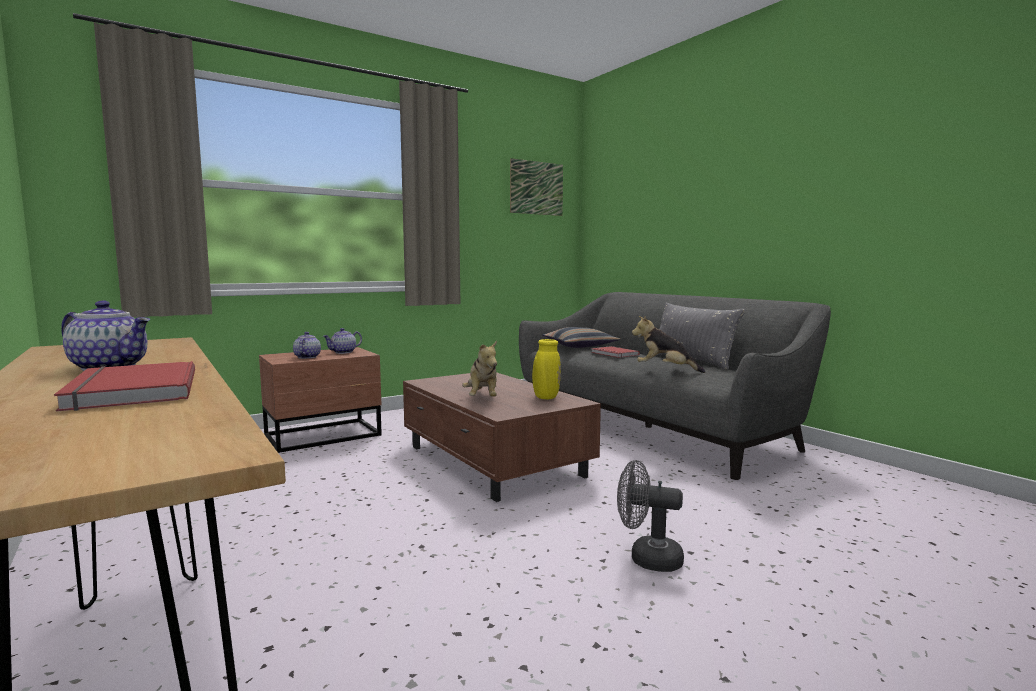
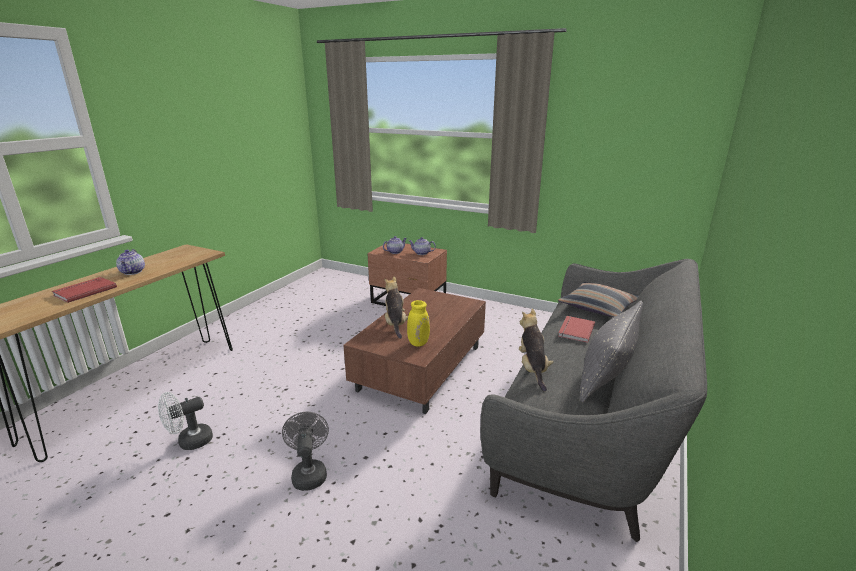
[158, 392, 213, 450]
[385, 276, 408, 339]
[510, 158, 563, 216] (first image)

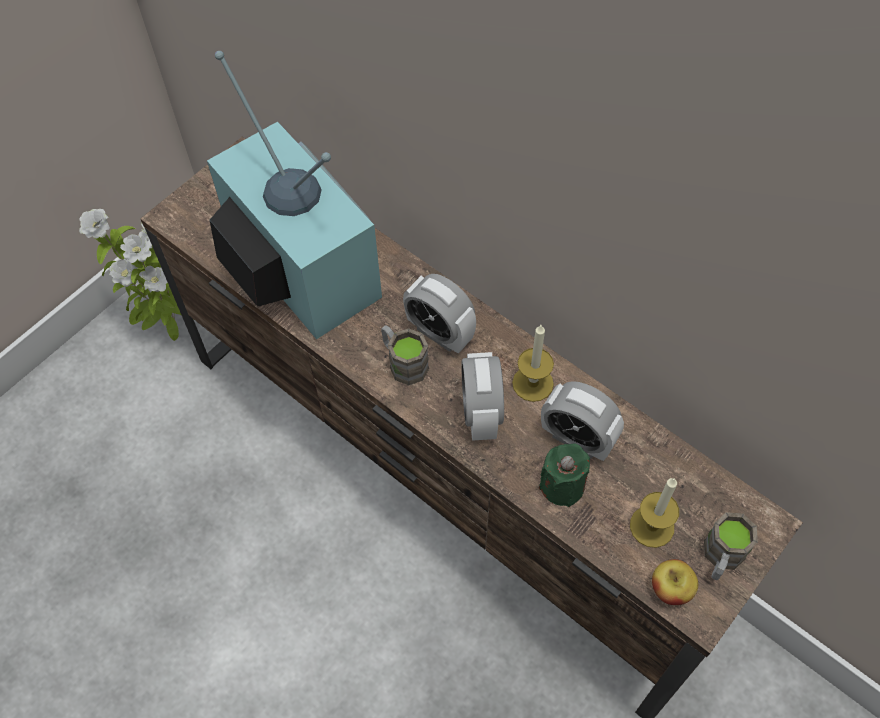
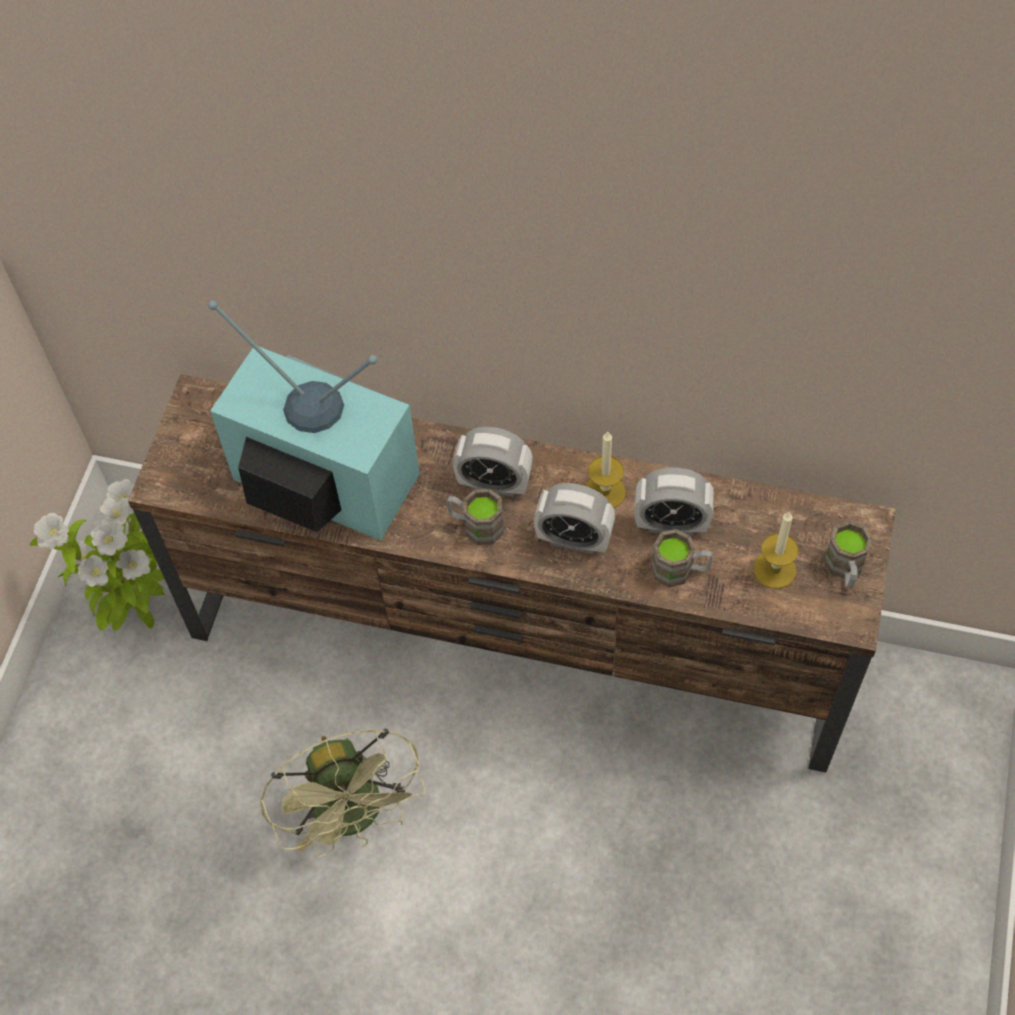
[260, 728, 426, 857]
[534, 483, 615, 554]
[651, 529, 714, 587]
[652, 559, 698, 605] (first image)

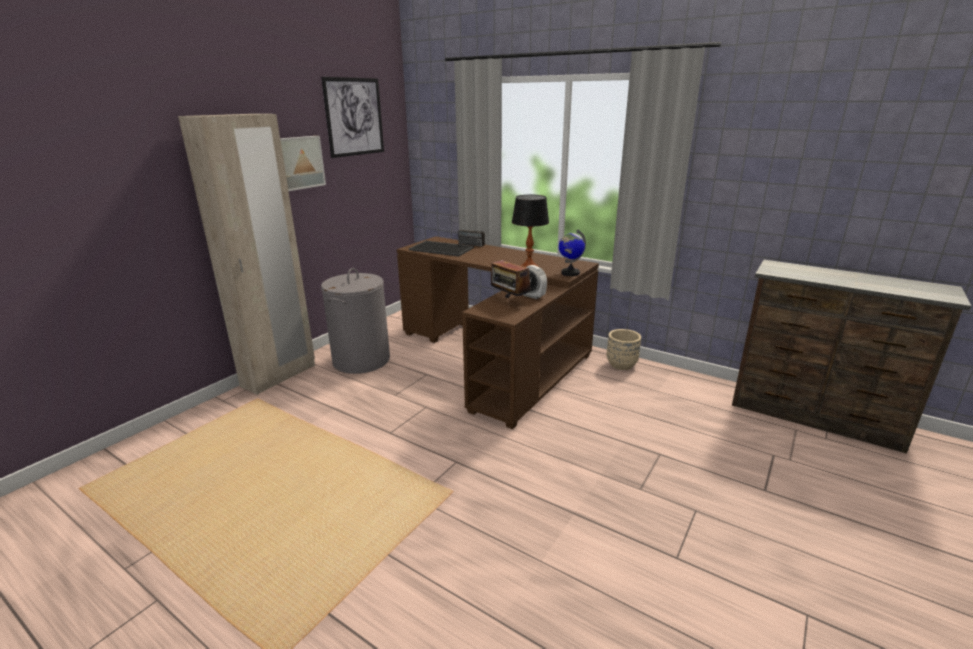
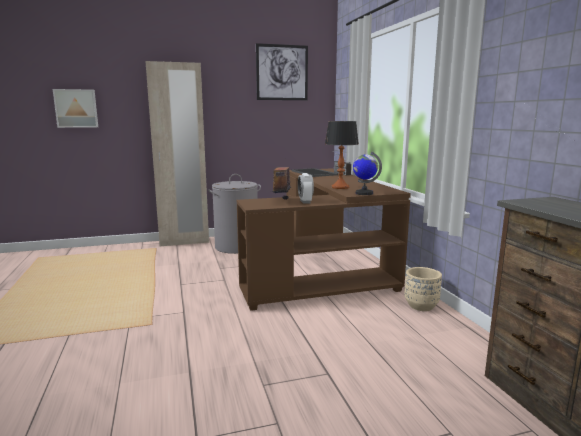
[53, 89, 98, 128]

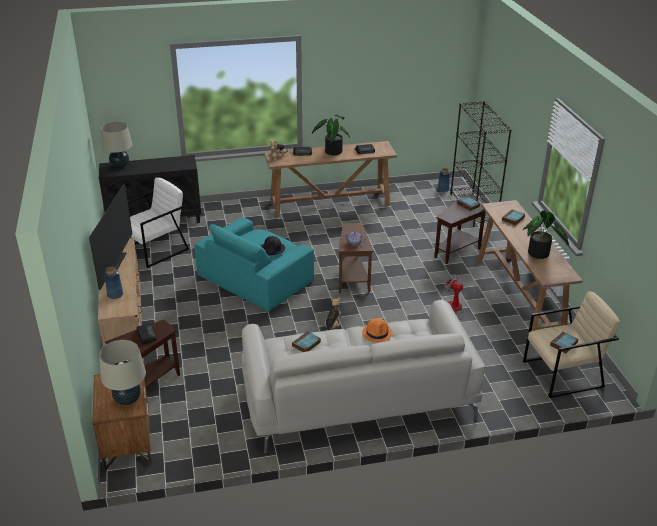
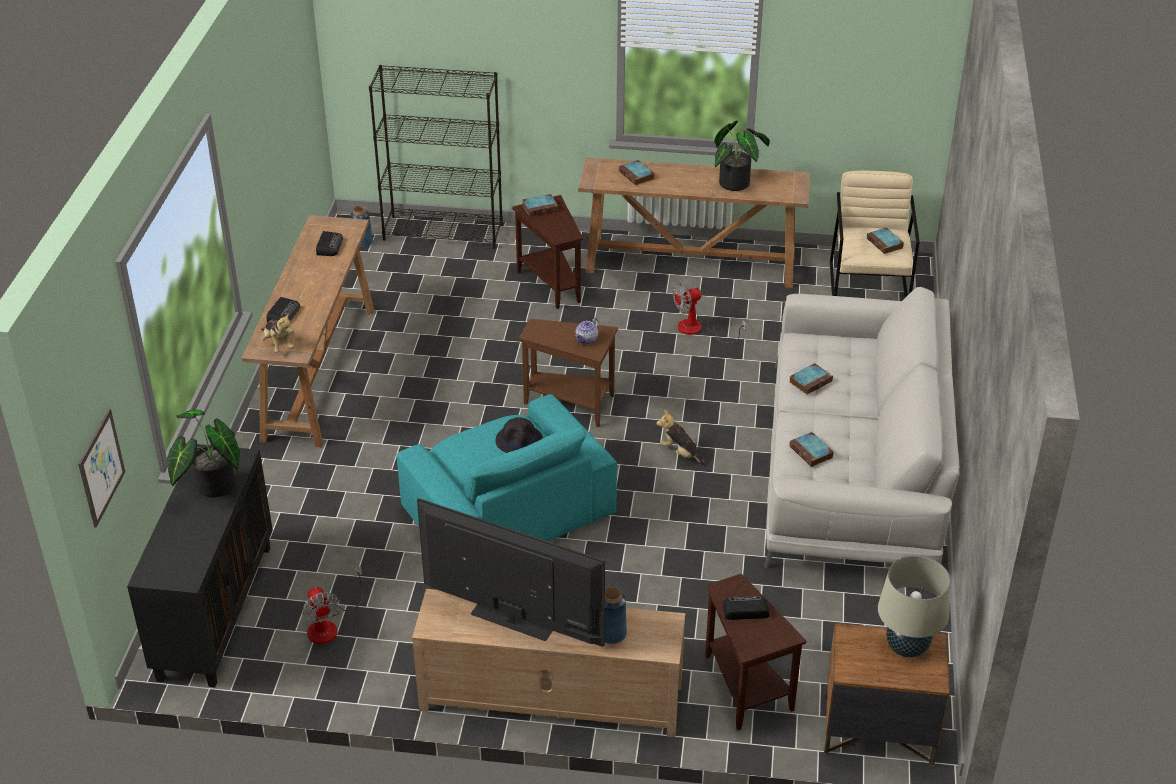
[78, 409, 125, 528]
[167, 410, 240, 497]
[302, 566, 362, 644]
[790, 363, 833, 395]
[101, 121, 132, 168] (first image)

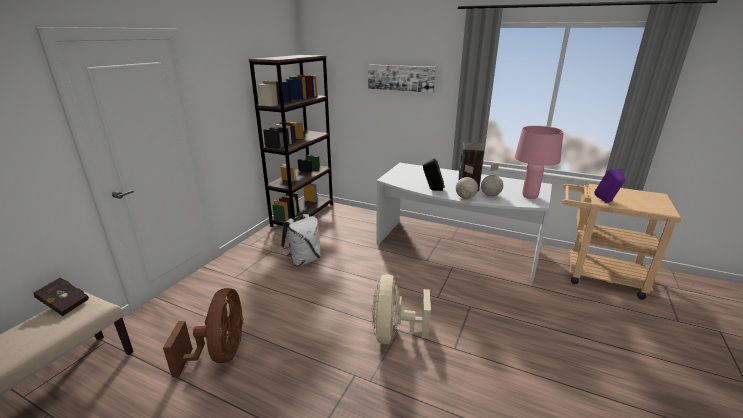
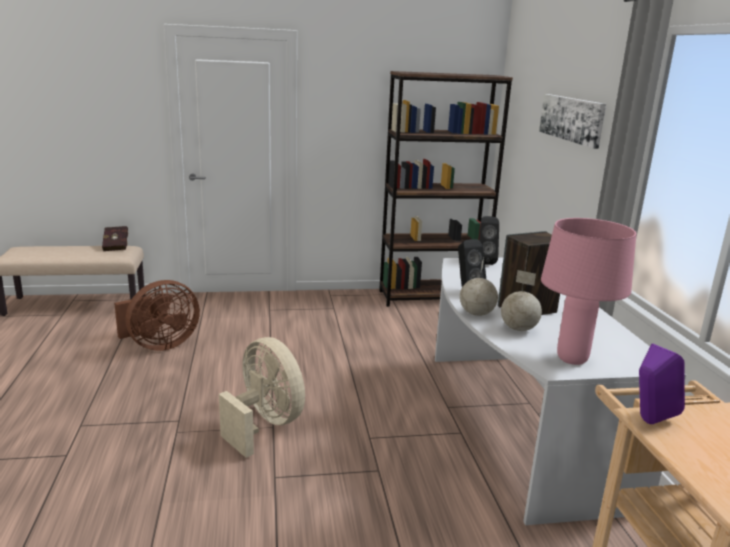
[219, 337, 305, 458]
[479, 216, 499, 265]
[281, 214, 321, 267] (first image)

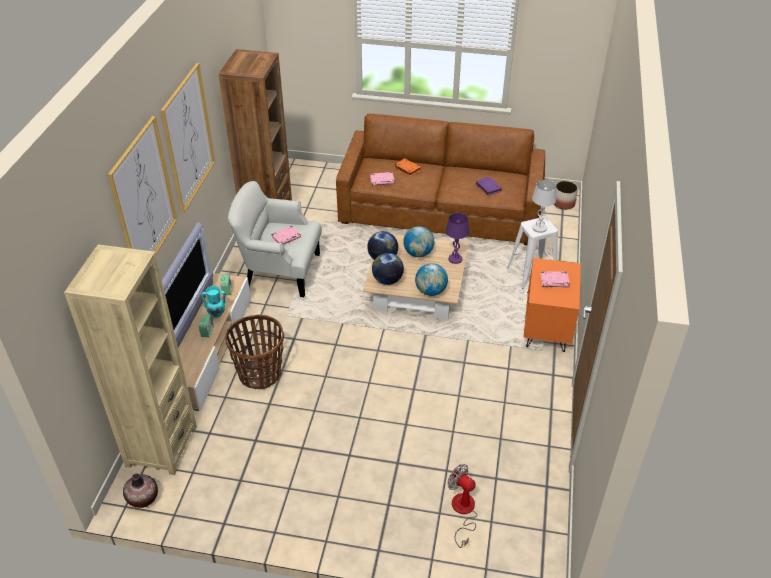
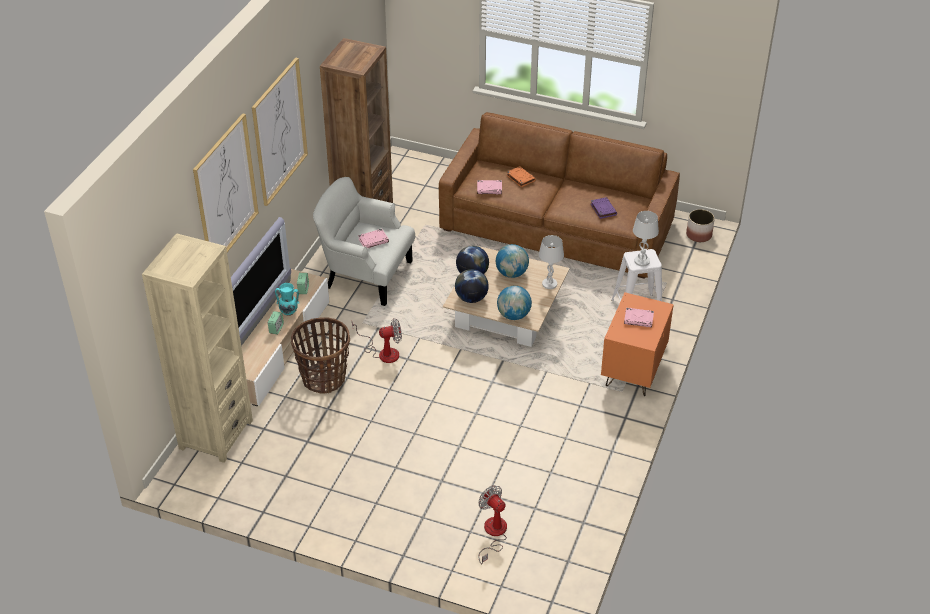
[352, 318, 402, 363]
[539, 235, 564, 289]
[123, 473, 158, 508] (first image)

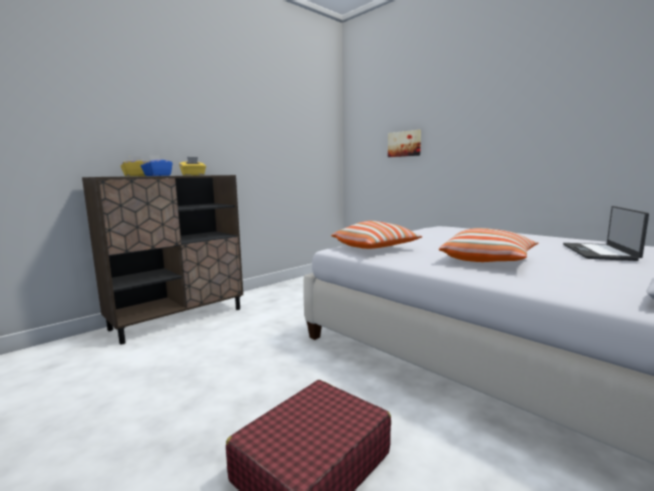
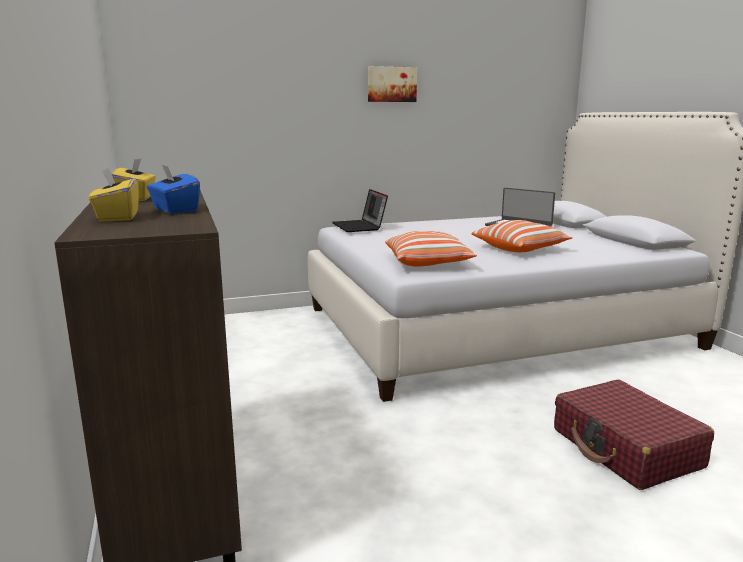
[332, 189, 388, 232]
[368, 66, 417, 102]

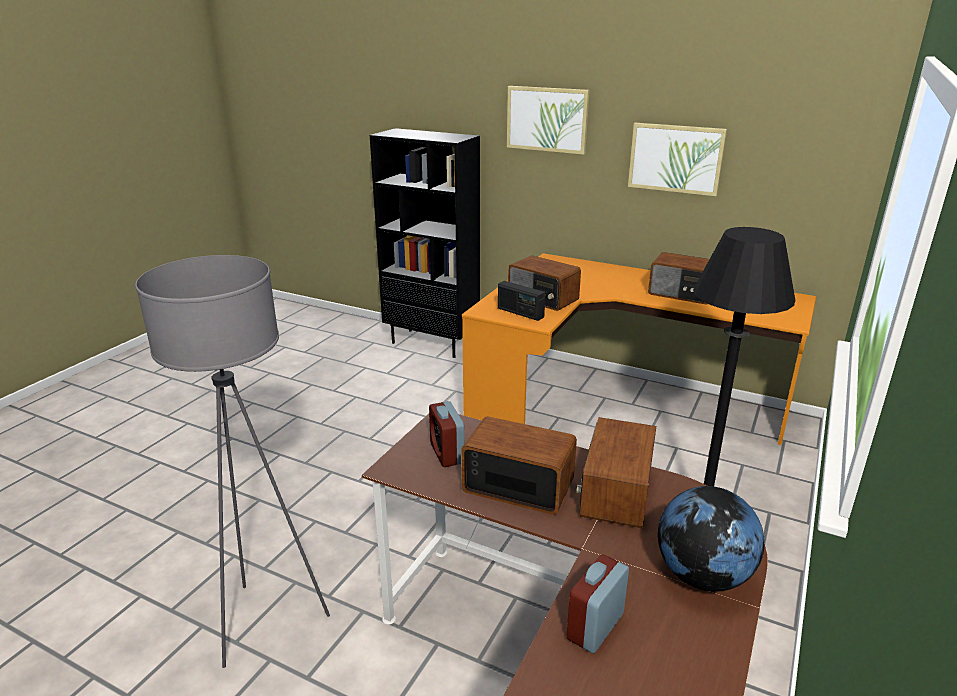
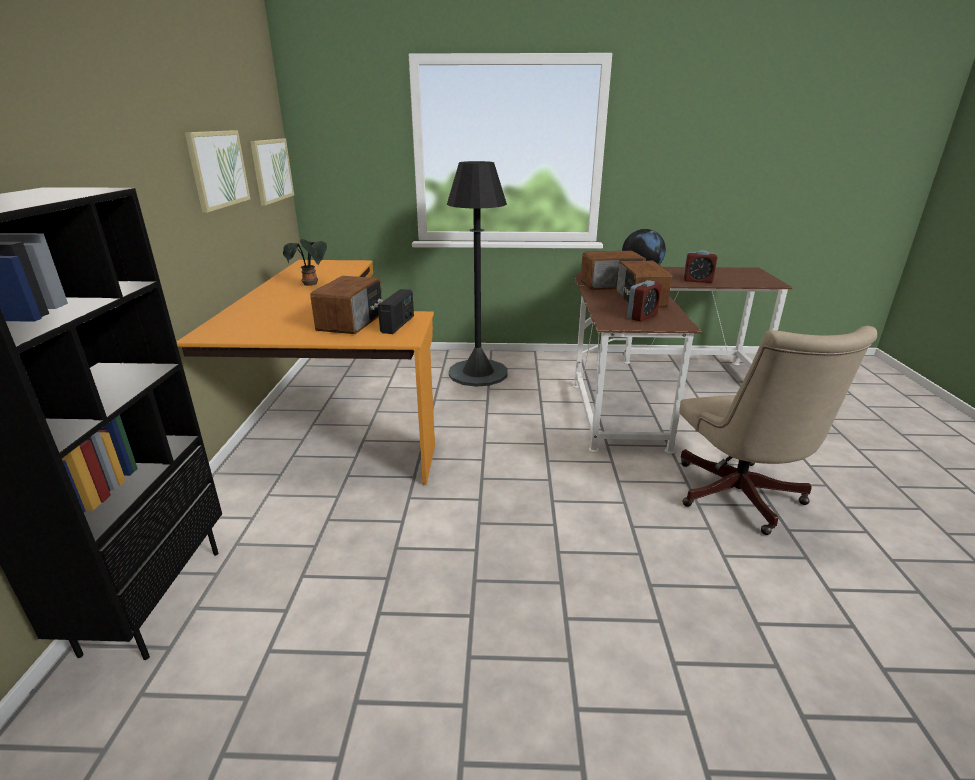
[250, 139, 294, 206]
[283, 239, 327, 286]
[679, 326, 877, 535]

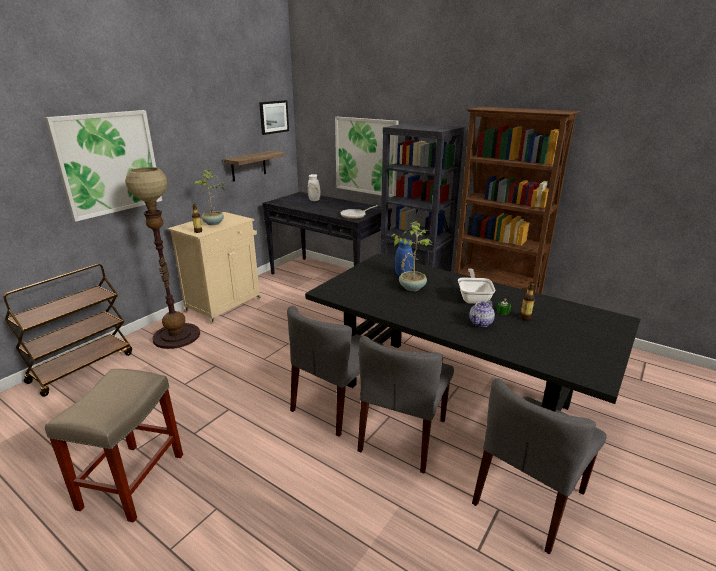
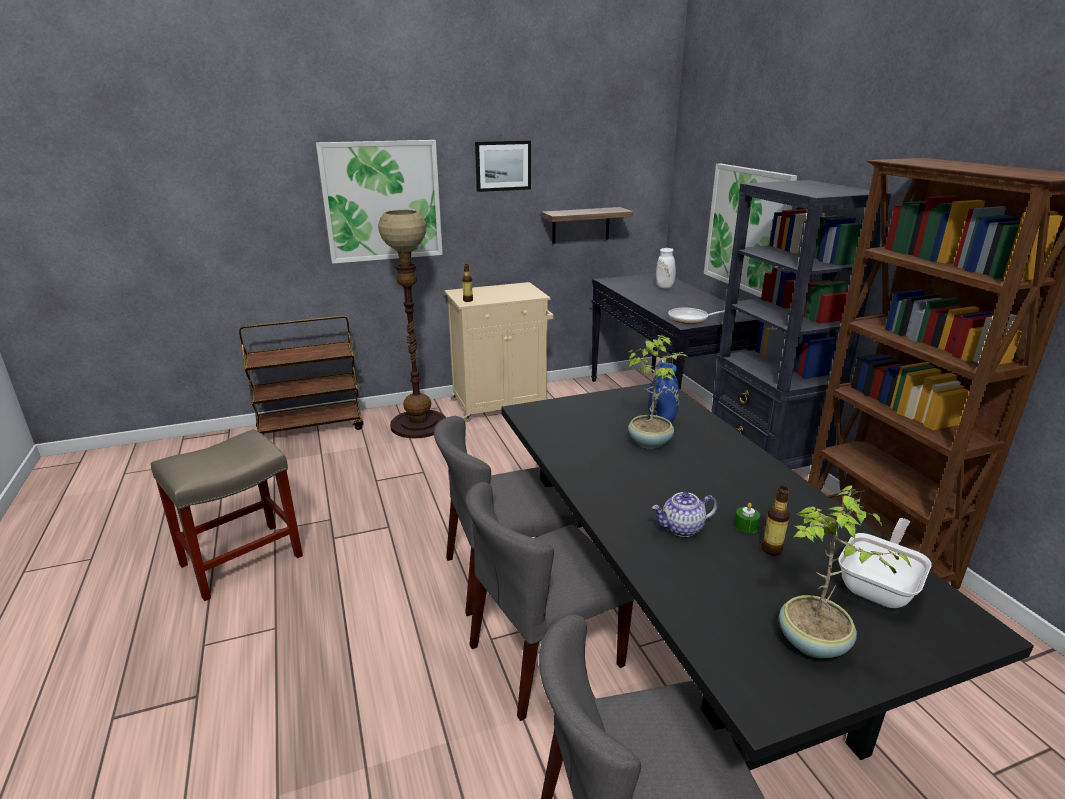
[475, 141, 531, 192]
[779, 485, 912, 658]
[838, 518, 931, 608]

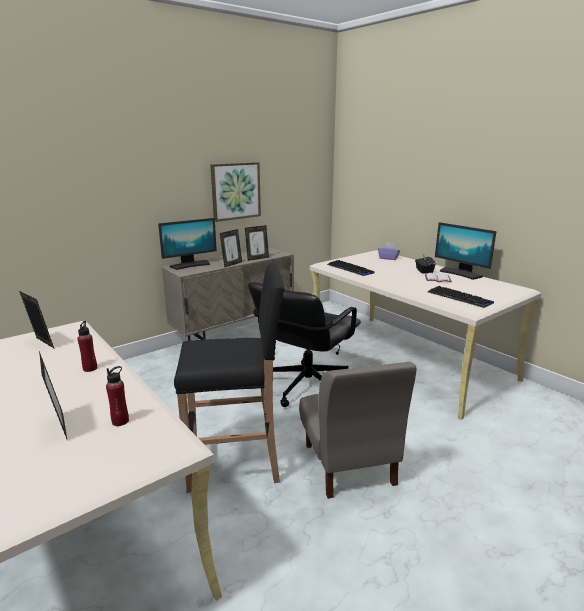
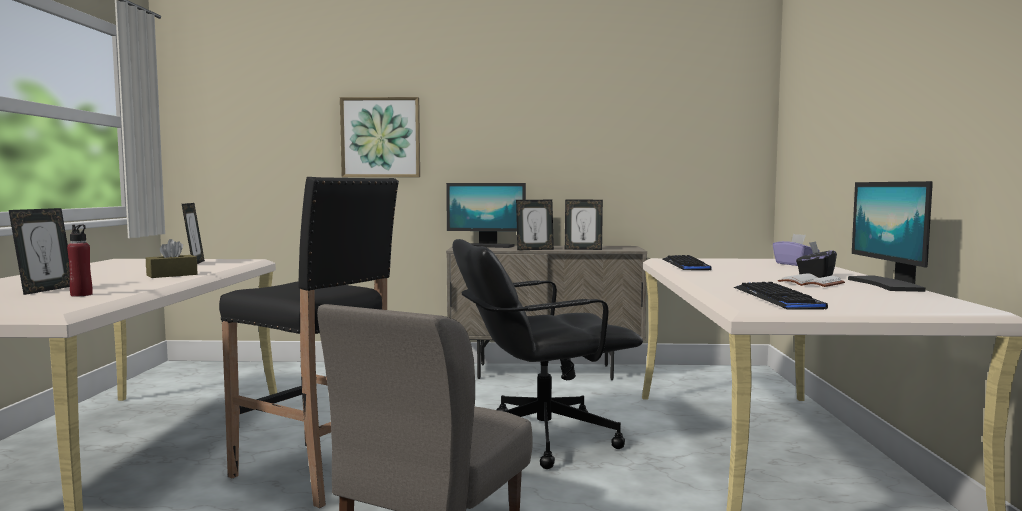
[146, 239, 198, 278]
[340, 97, 420, 177]

